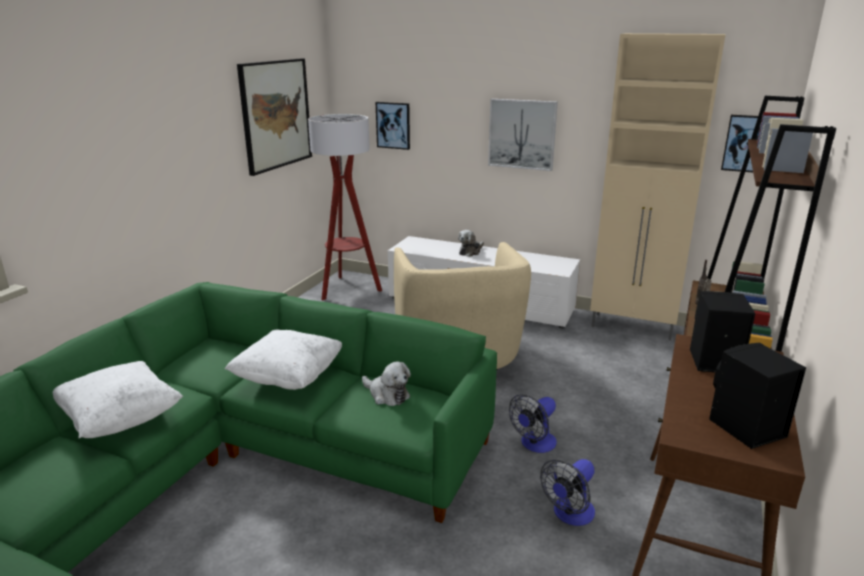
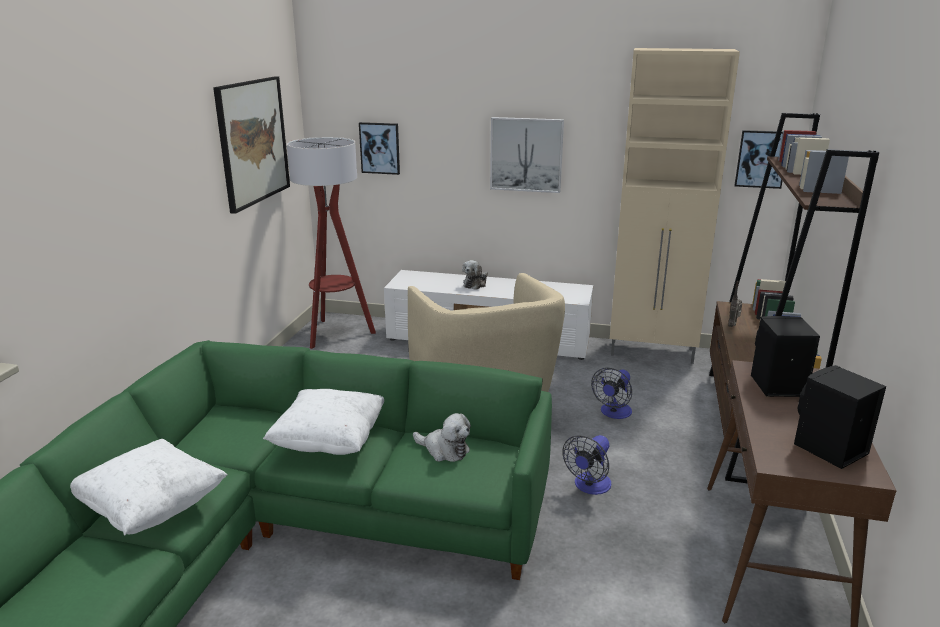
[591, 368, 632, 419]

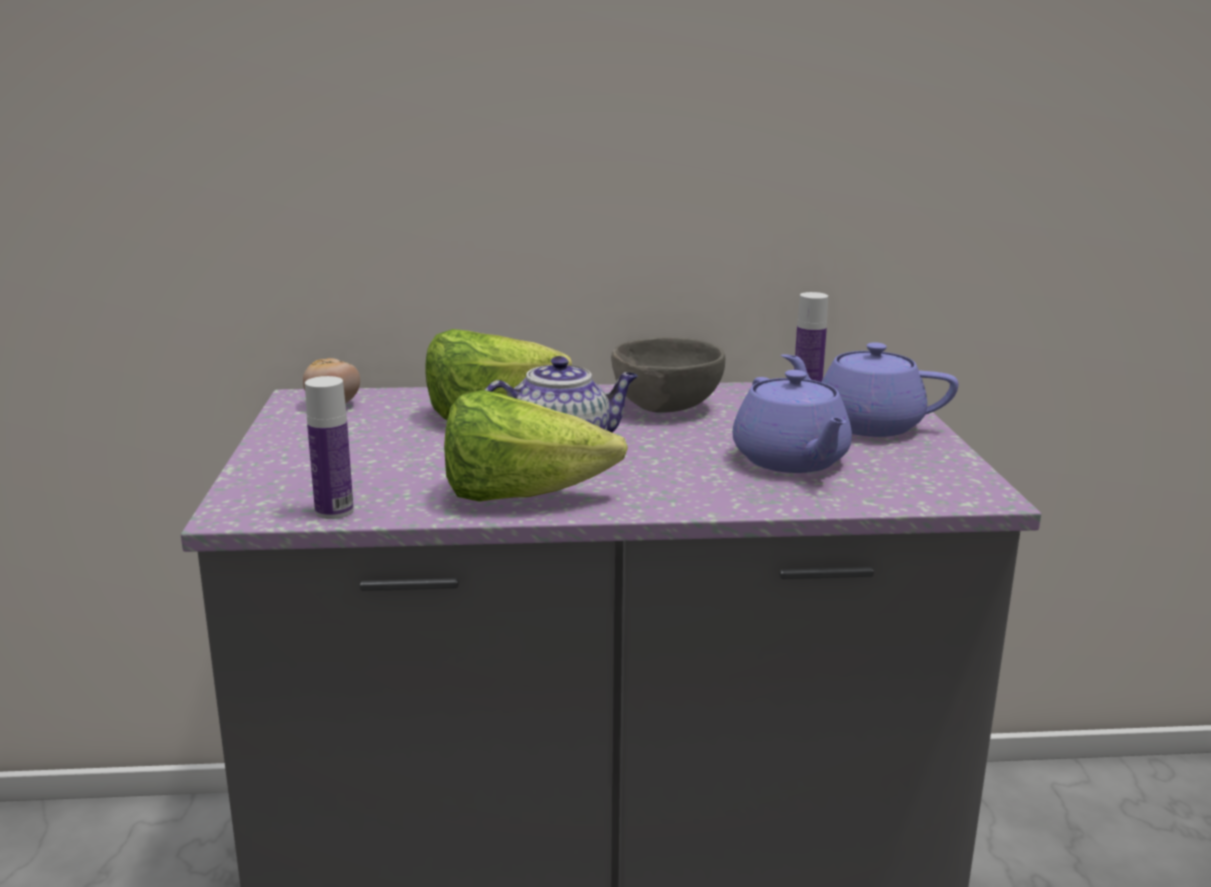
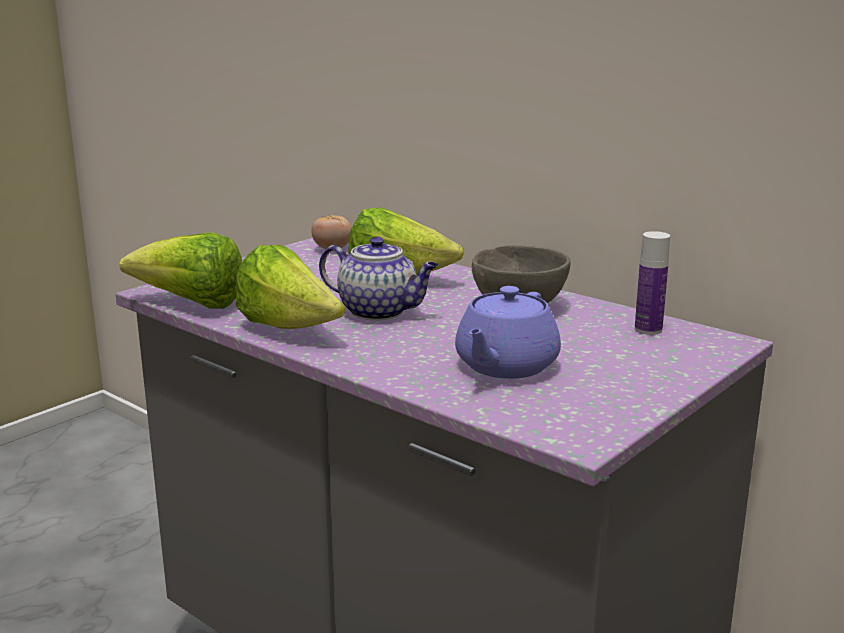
[119, 232, 242, 309]
[781, 342, 958, 437] (first image)

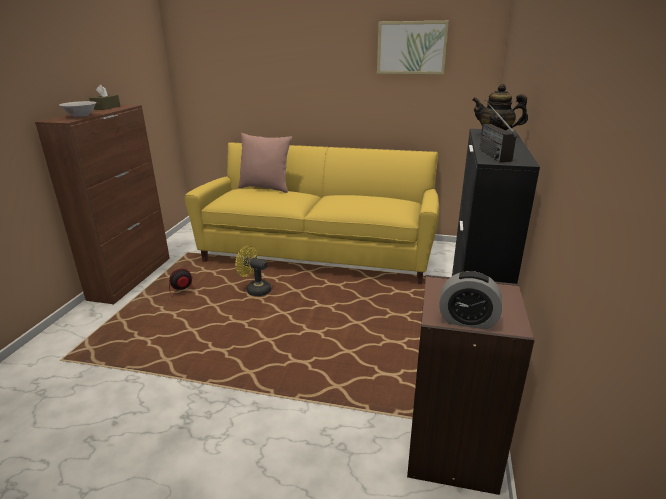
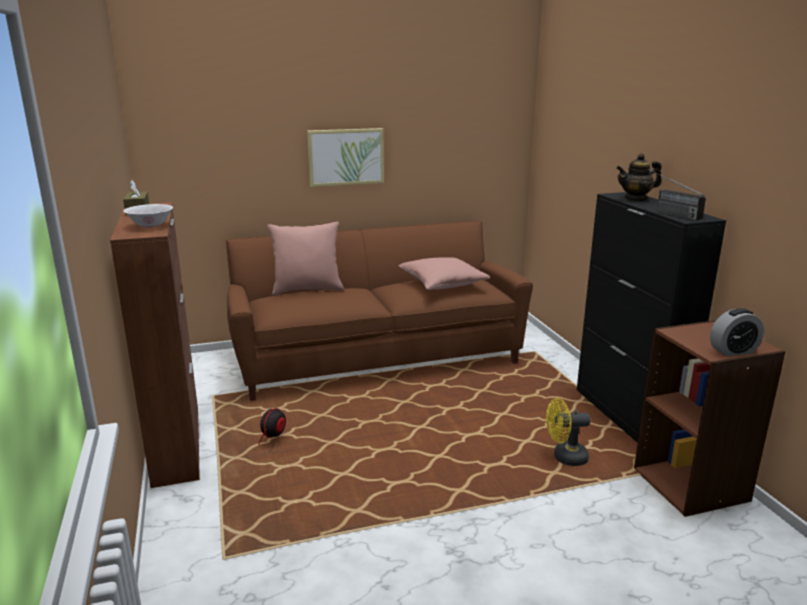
[226, 220, 533, 401]
[307, 128, 384, 187]
[398, 257, 490, 290]
[546, 398, 591, 466]

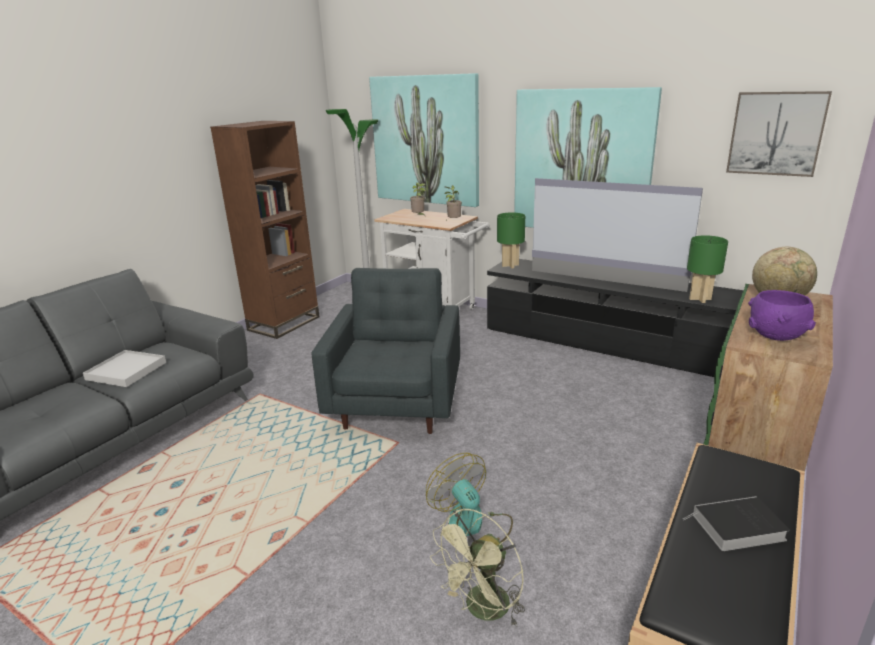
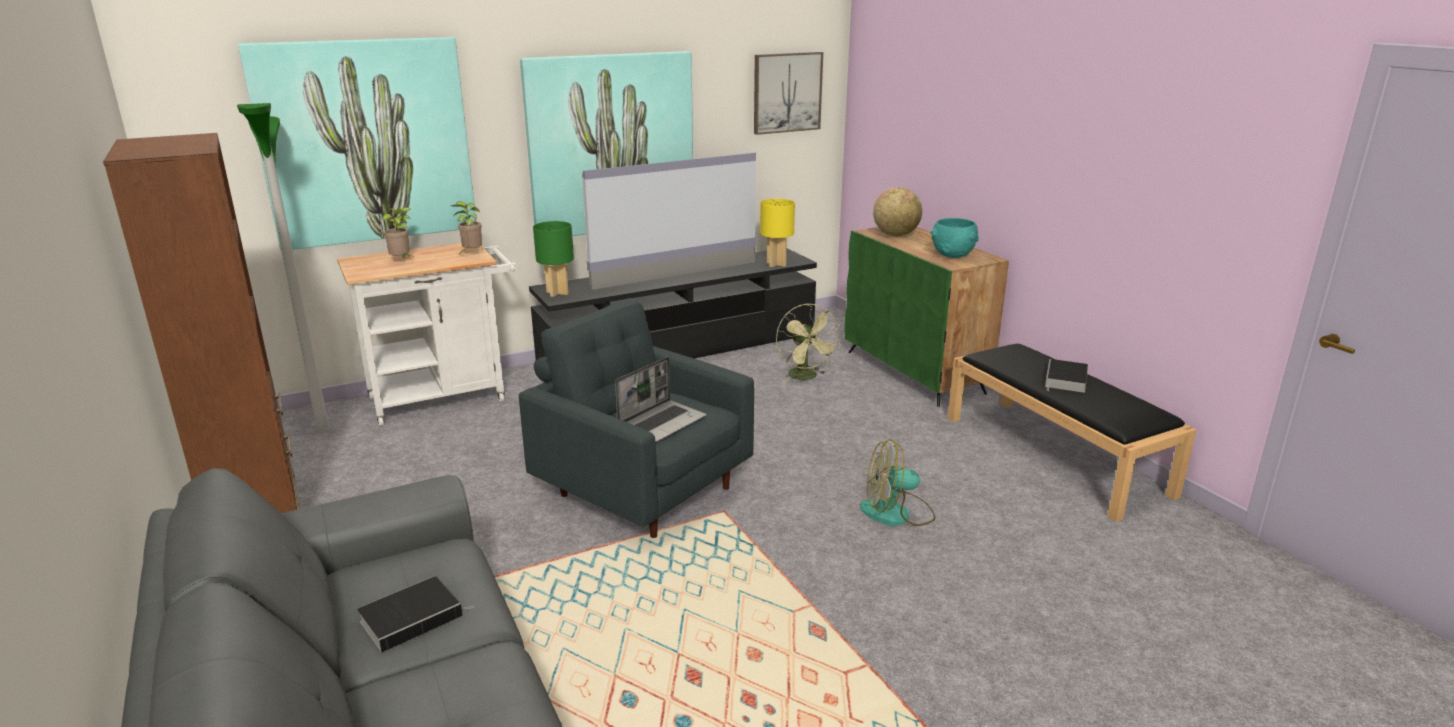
[357, 576, 474, 653]
[615, 357, 706, 442]
[760, 199, 795, 267]
[776, 304, 840, 382]
[930, 218, 979, 258]

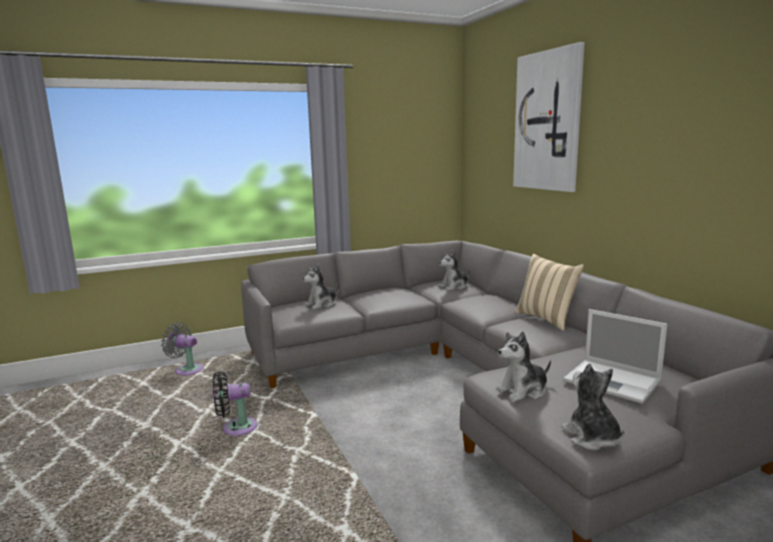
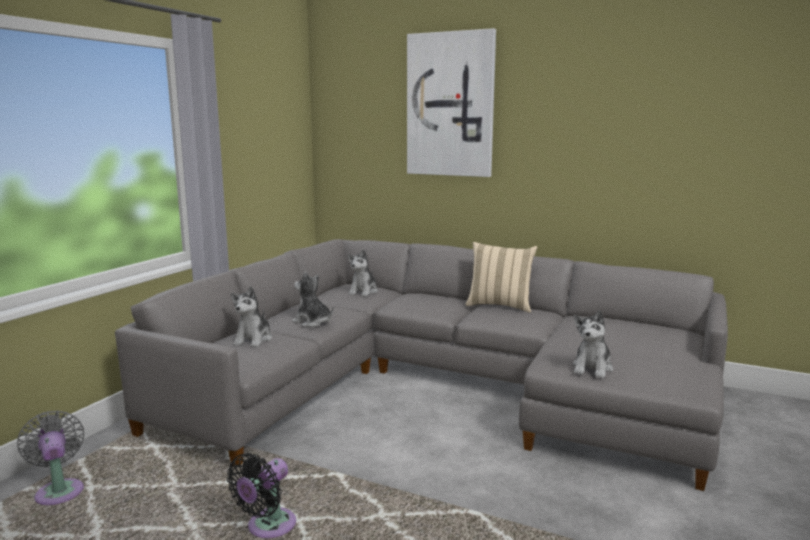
[17, 411, 84, 505]
[292, 272, 334, 327]
[563, 309, 667, 404] (first image)

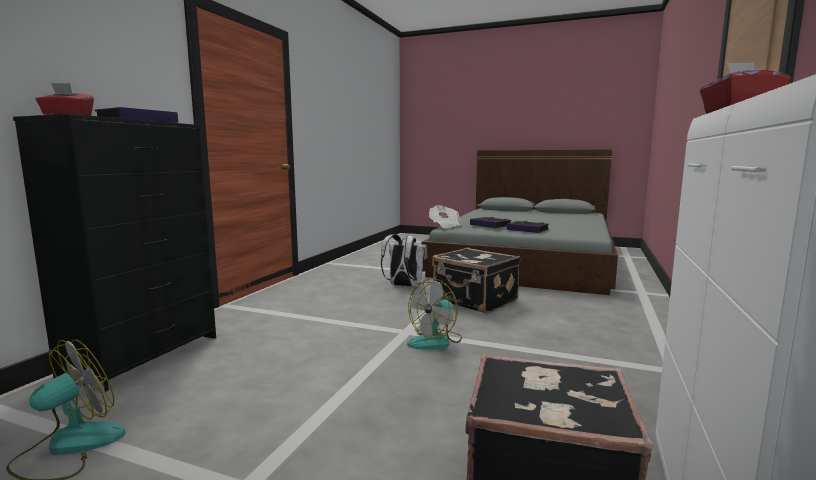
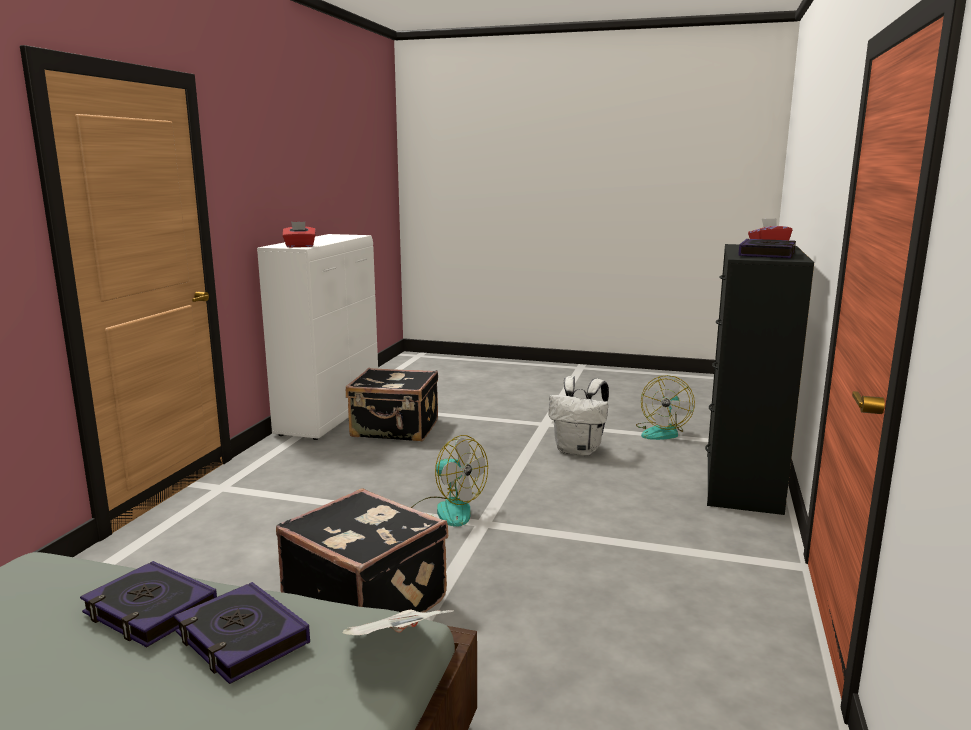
[411, 435, 488, 527]
[548, 376, 609, 456]

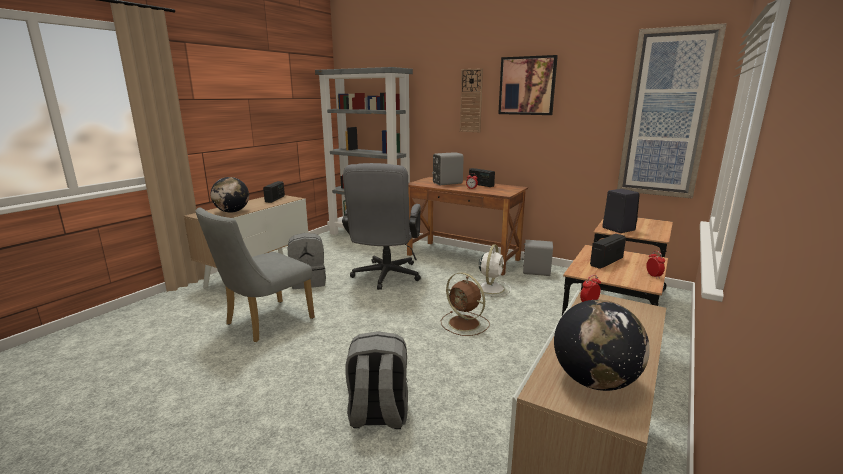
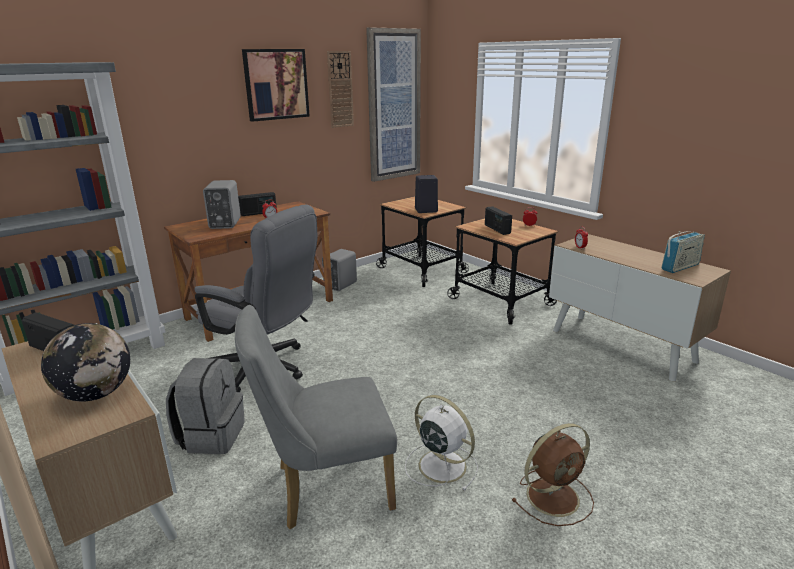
[235, 305, 397, 529]
[327, 51, 354, 128]
[405, 395, 478, 491]
[511, 423, 594, 526]
[661, 231, 705, 273]
[345, 331, 408, 429] (first image)

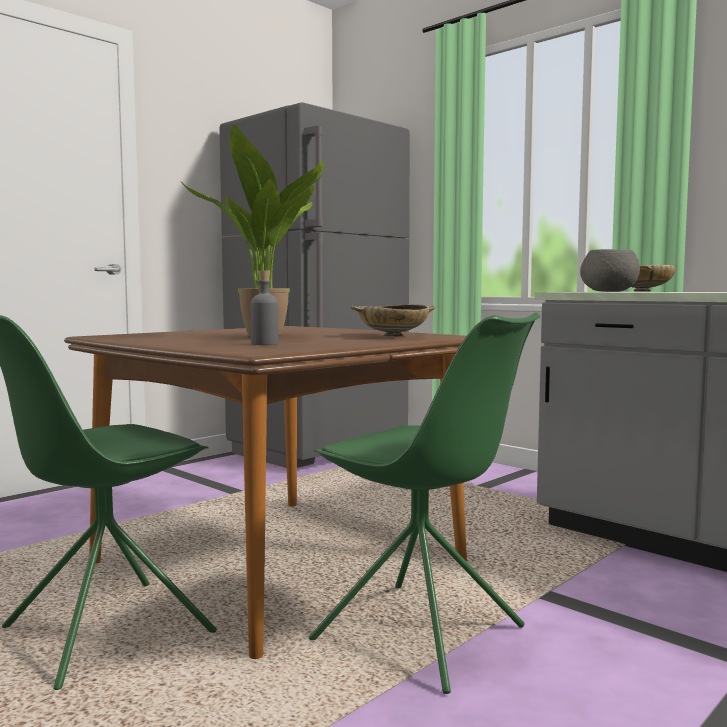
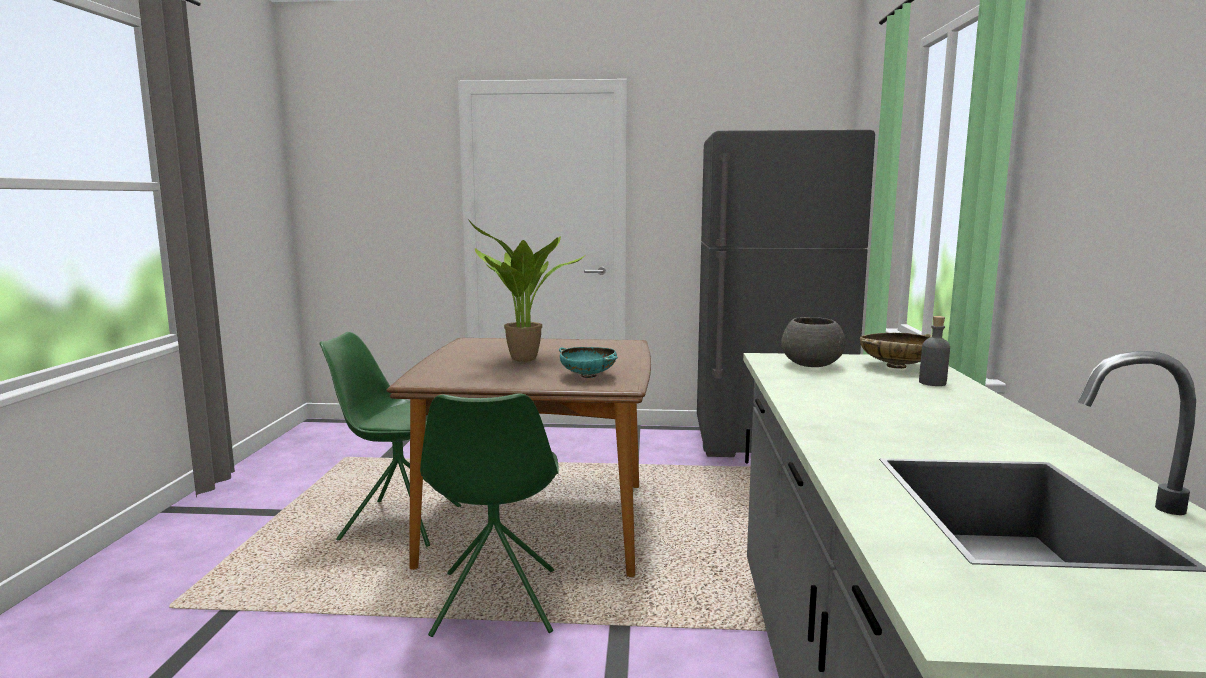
[559, 347, 618, 378]
[919, 316, 950, 386]

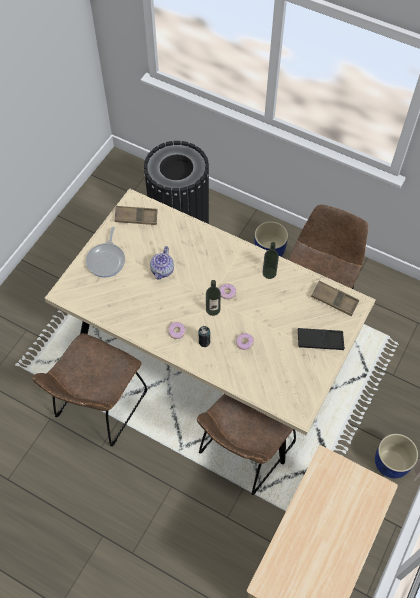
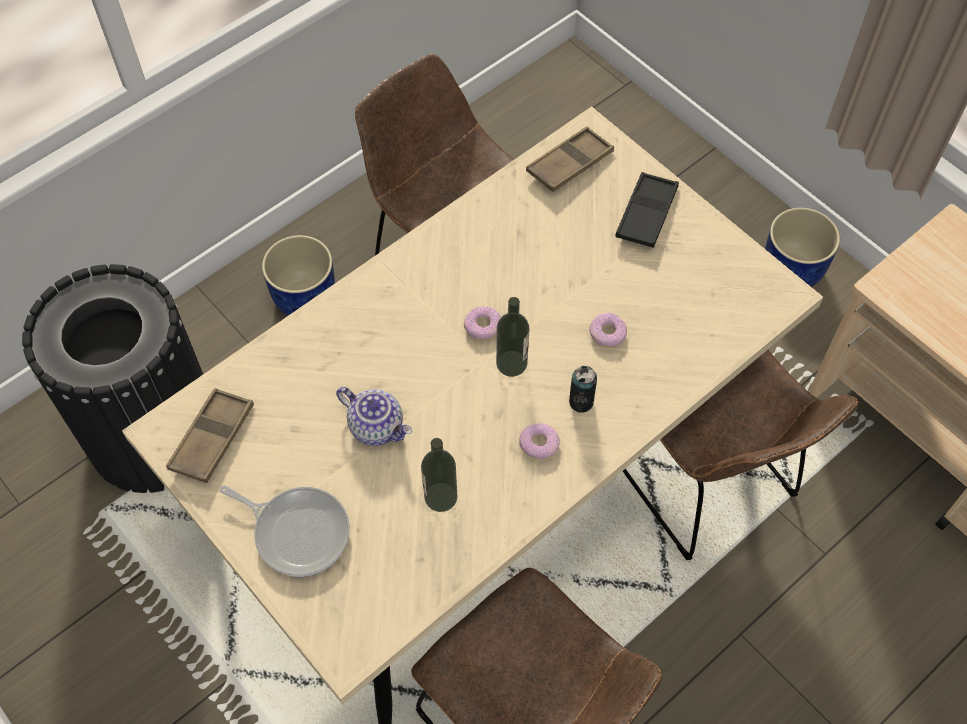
[421, 438, 457, 512]

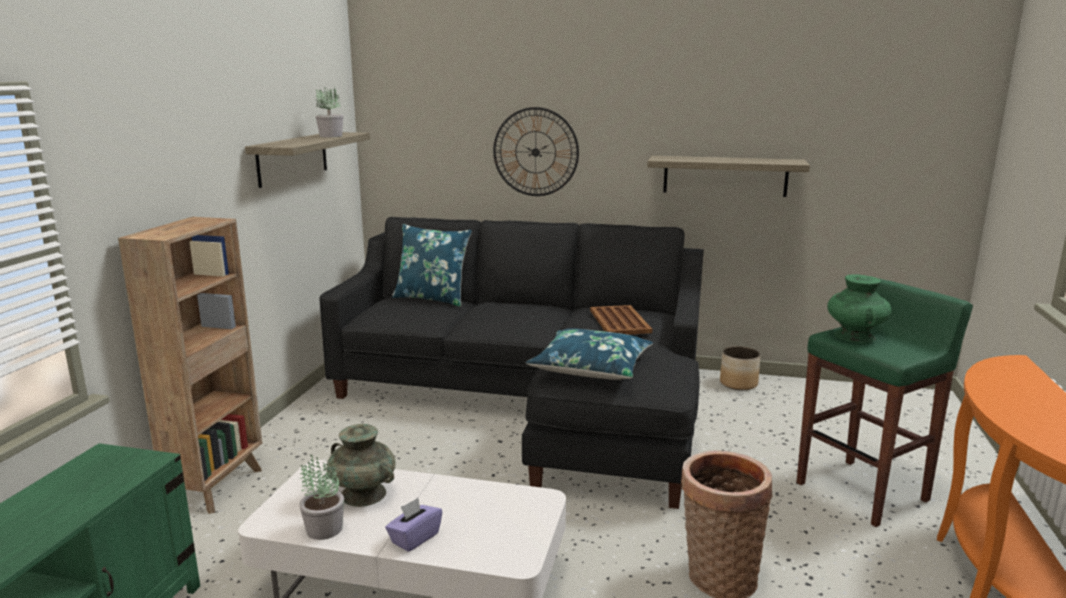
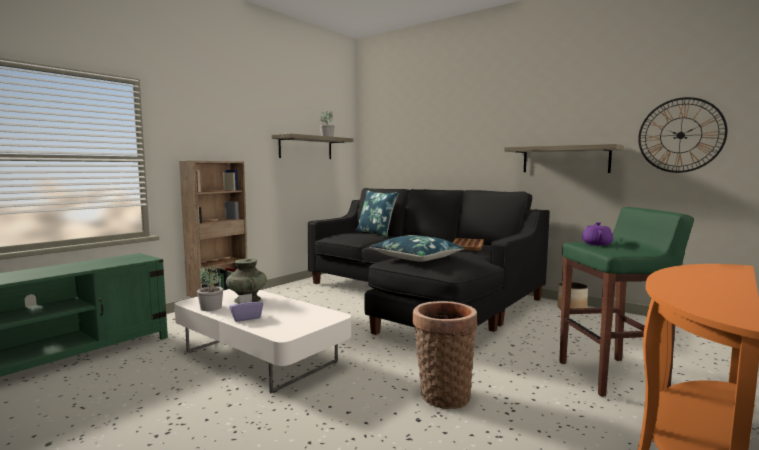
[582, 222, 613, 246]
[638, 97, 728, 173]

